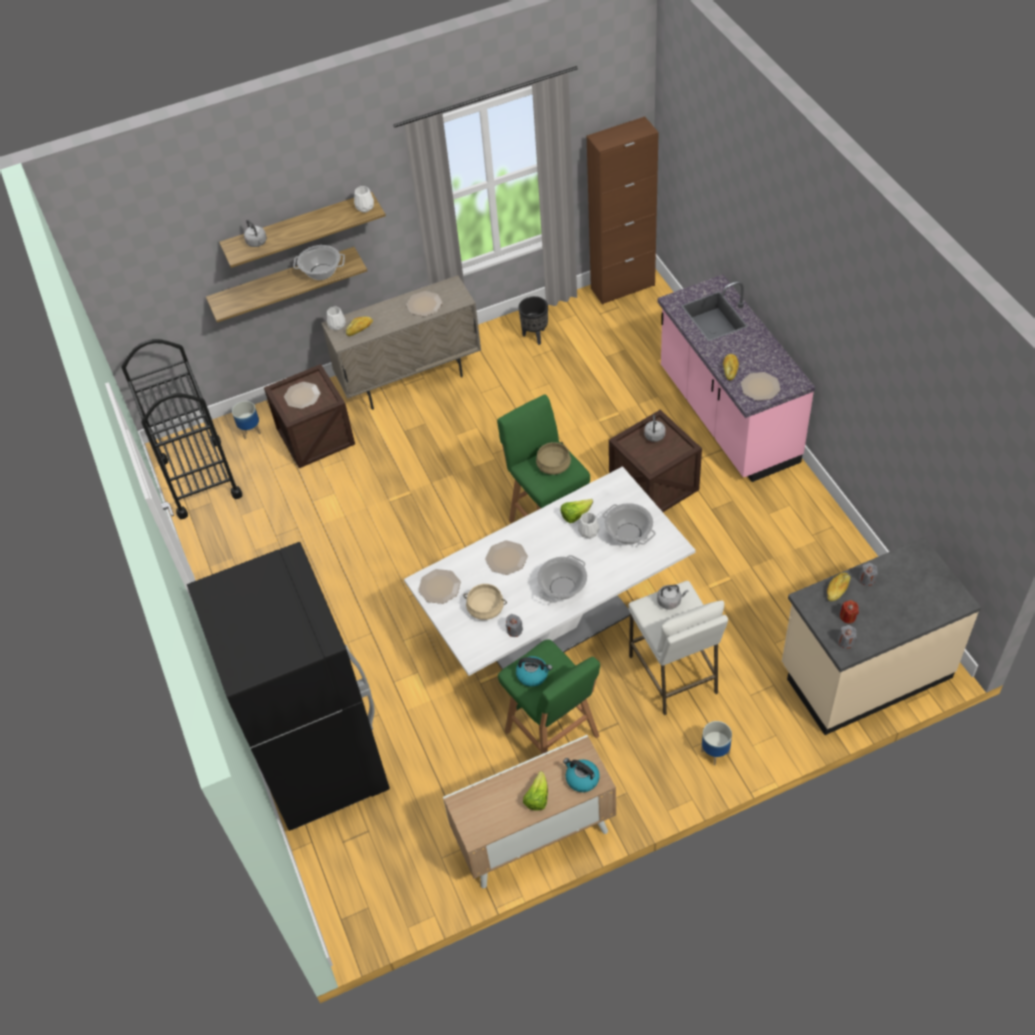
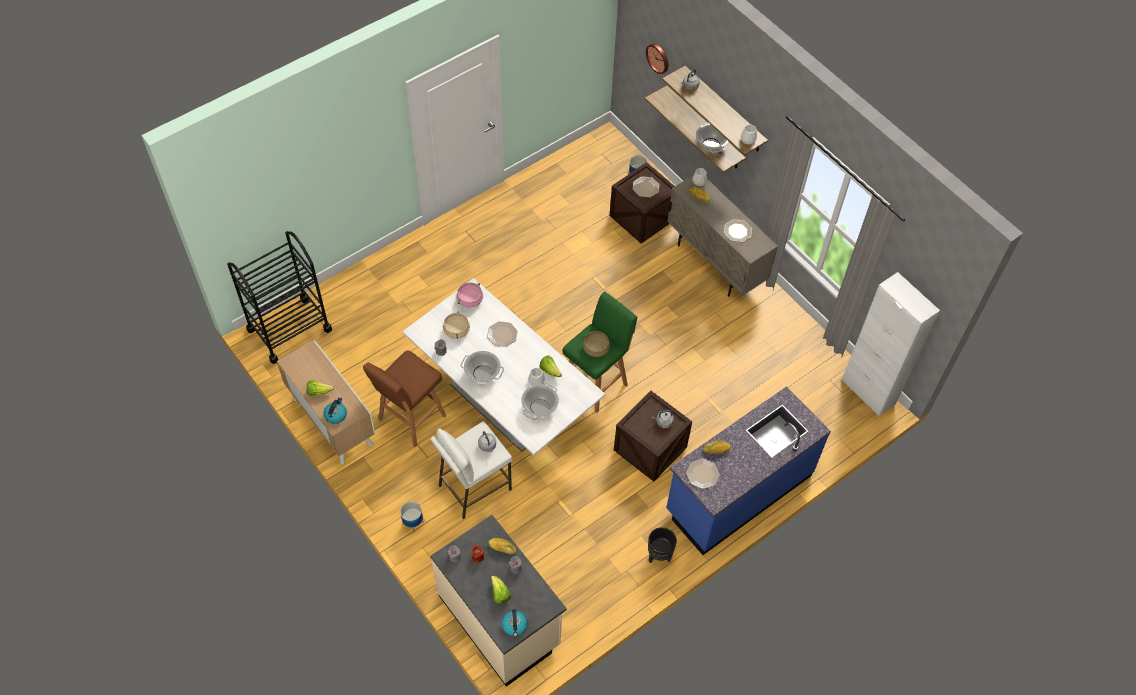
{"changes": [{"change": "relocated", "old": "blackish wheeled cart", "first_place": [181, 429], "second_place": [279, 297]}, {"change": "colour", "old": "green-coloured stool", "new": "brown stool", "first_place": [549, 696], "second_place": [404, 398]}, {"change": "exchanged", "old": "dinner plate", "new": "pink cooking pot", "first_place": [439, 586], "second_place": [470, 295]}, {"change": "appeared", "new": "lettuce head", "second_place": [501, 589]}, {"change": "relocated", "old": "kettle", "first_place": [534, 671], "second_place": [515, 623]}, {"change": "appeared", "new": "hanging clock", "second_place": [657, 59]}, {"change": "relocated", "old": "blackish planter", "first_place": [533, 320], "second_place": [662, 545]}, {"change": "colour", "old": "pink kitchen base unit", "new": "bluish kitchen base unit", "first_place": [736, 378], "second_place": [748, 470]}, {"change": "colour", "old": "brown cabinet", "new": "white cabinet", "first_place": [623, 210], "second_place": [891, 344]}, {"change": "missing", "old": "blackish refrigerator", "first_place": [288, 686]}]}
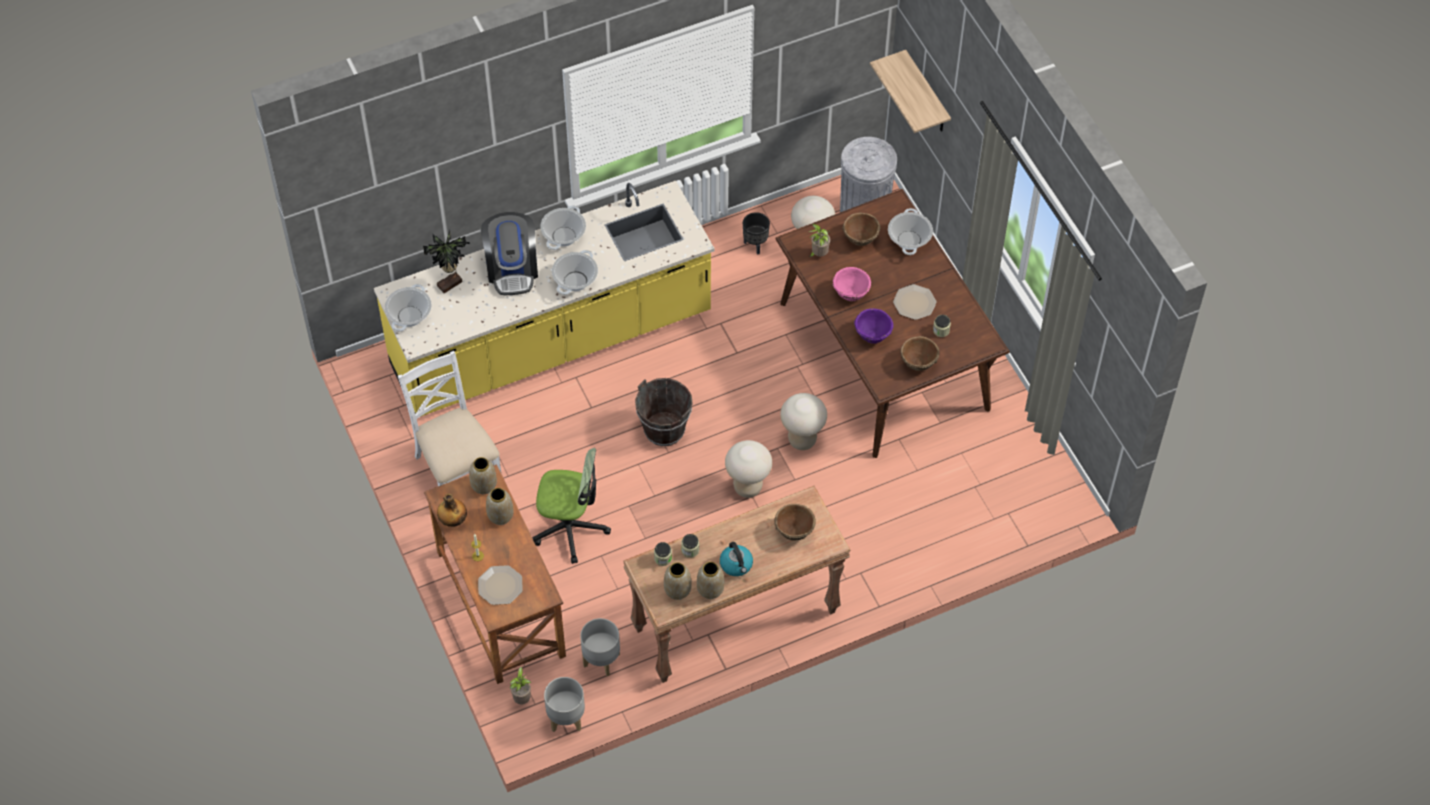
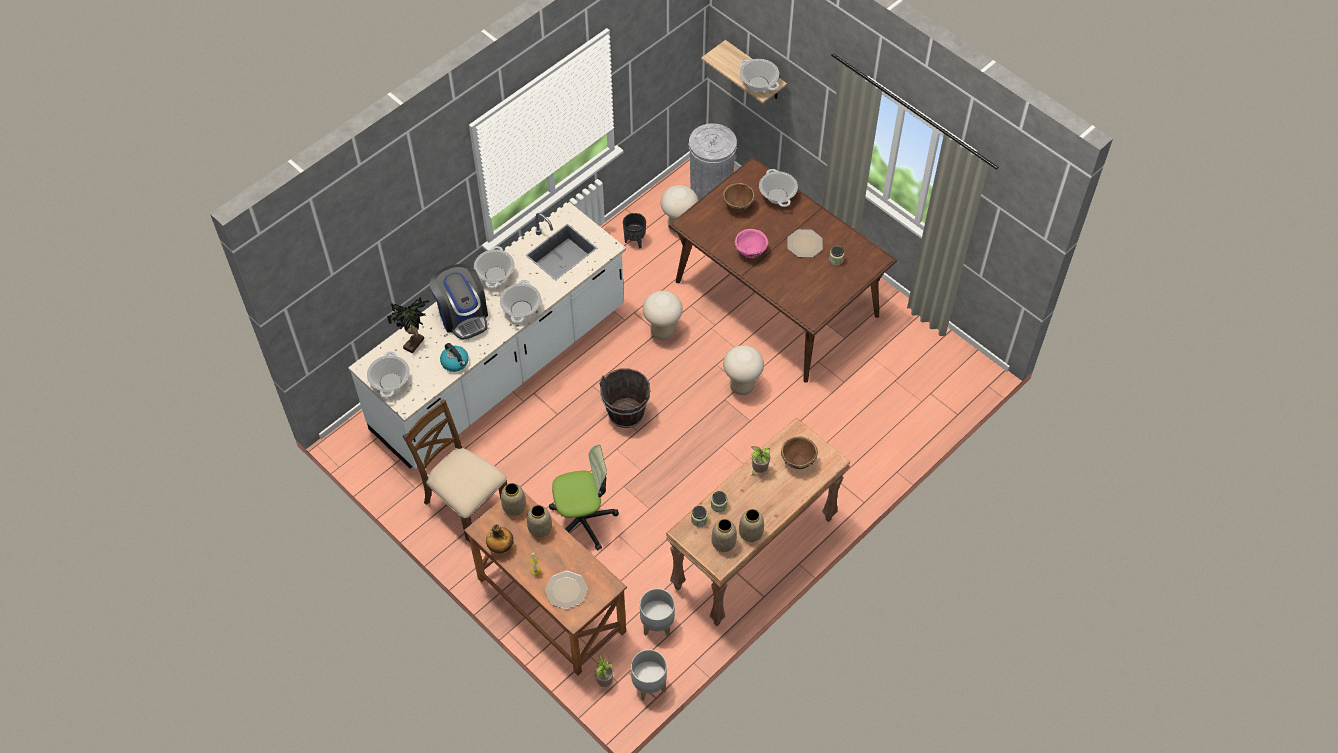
{"changes": [{"change": "colour", "old": "yellow kitchen base unit", "new": "white kitchen base unit", "first_place": [544, 298], "second_place": [487, 335]}, {"change": "colour", "old": "white chair", "new": "brown chair", "first_place": [449, 418], "second_place": [455, 471]}, {"change": "relocated", "old": "kettle", "first_place": [736, 559], "second_place": [454, 357]}, {"change": "relocated", "old": "beige-coloured stool", "first_place": [748, 469], "second_place": [663, 315]}, {"change": "appeared", "new": "cooking pot", "second_place": [759, 75]}, {"change": "relocated", "old": "plant in a pot", "first_place": [819, 240], "second_place": [760, 461]}, {"change": "missing", "old": "purplish deep dish", "first_place": [873, 326]}, {"change": "missing", "old": "brown deep dish", "first_place": [919, 353]}]}
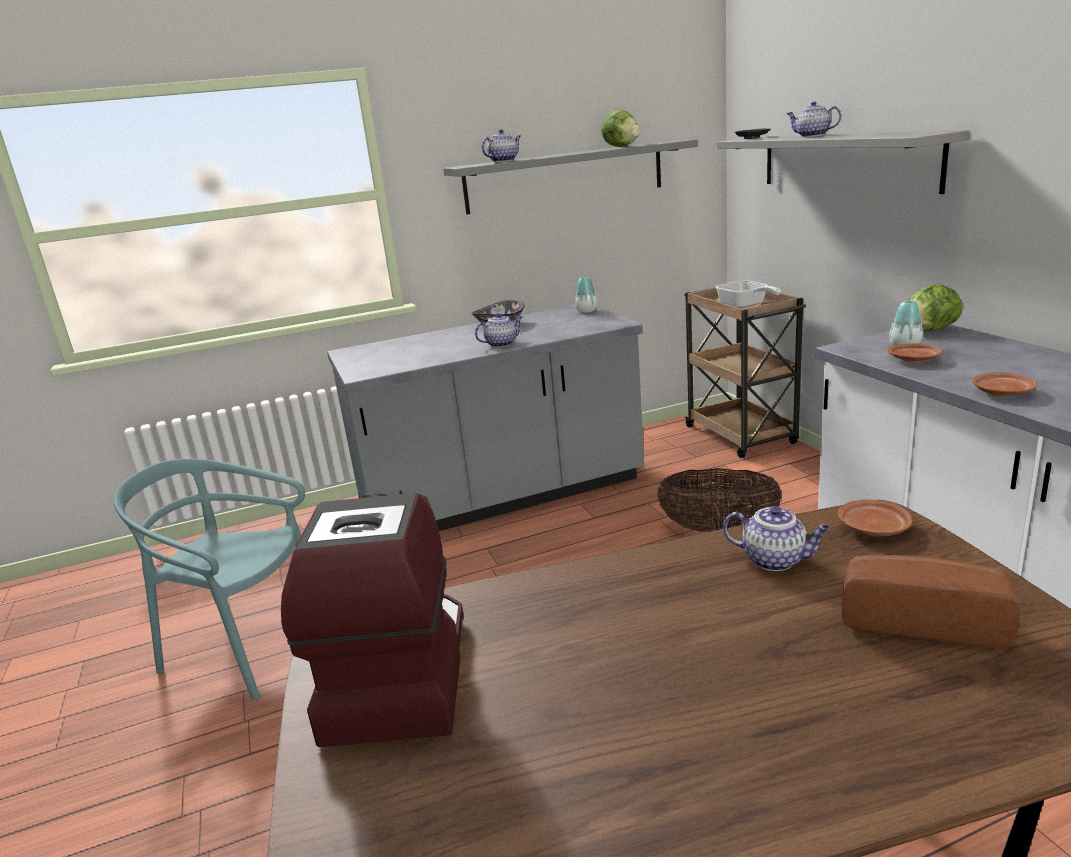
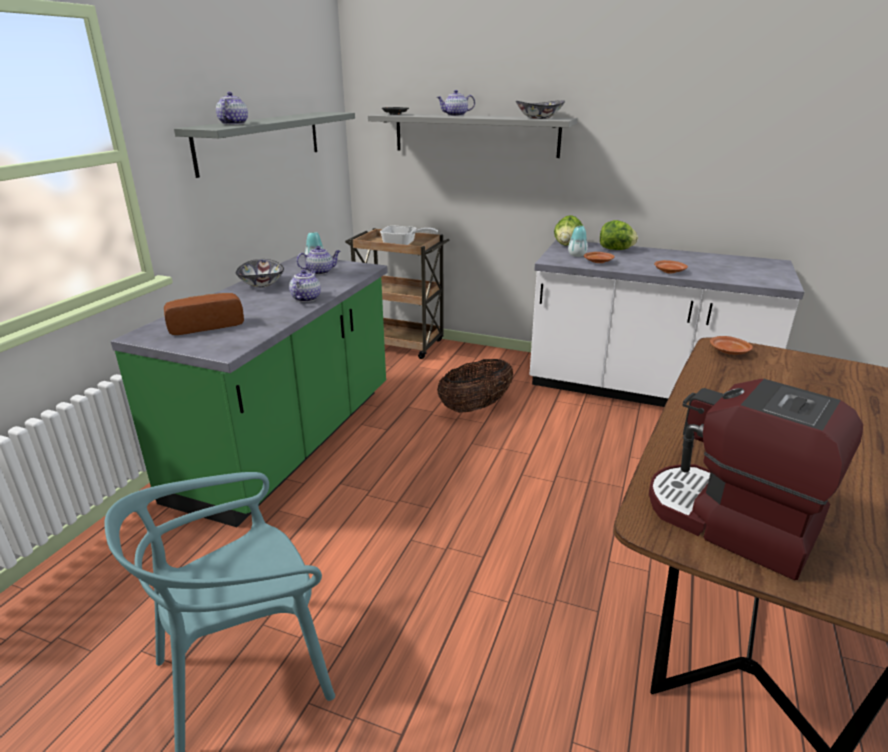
{"changes": [{"change": "colour", "old": "gray kitchen base unit", "new": "green-coloured kitchen base unit", "first_place": [485, 418], "second_place": [249, 391]}, {"change": "relocated", "old": "baked bread", "first_place": [931, 601], "second_place": [204, 314]}, {"change": "relocated", "old": "tea pot", "first_place": [776, 538], "second_place": [318, 260]}, {"change": "appeared", "new": "deep dish", "second_place": [540, 109]}, {"change": "relocated", "old": "lettuce head", "first_place": [620, 128], "second_place": [619, 235]}]}
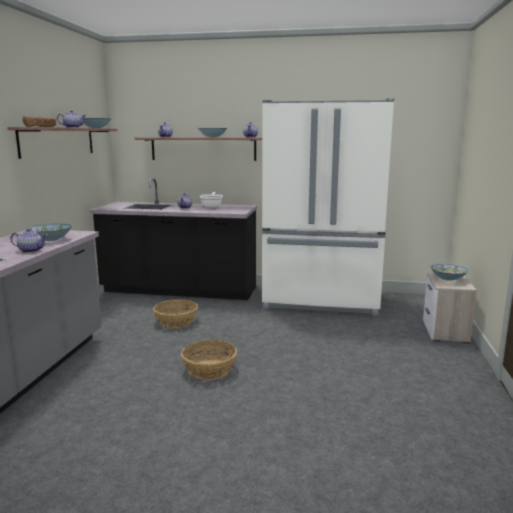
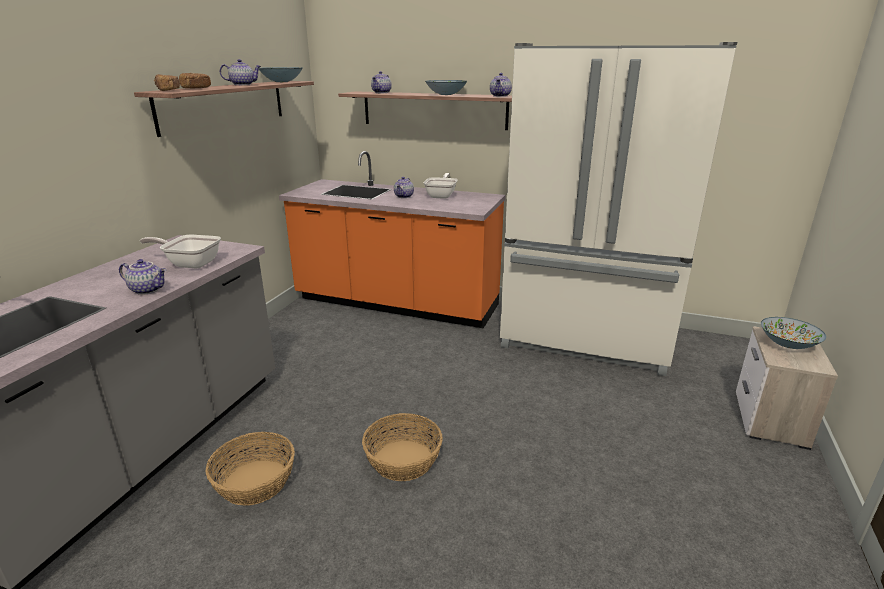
{"changes": [{"change": "exchanged", "old": "deep dish", "new": "pan", "first_place": [49, 232], "second_place": [180, 252]}, {"change": "relocated", "old": "basket", "first_place": [175, 313], "second_place": [250, 469]}, {"change": "colour", "old": "blackish kitchen base unit", "new": "orangey kitchen base unit", "first_place": [173, 239], "second_place": [392, 239]}]}
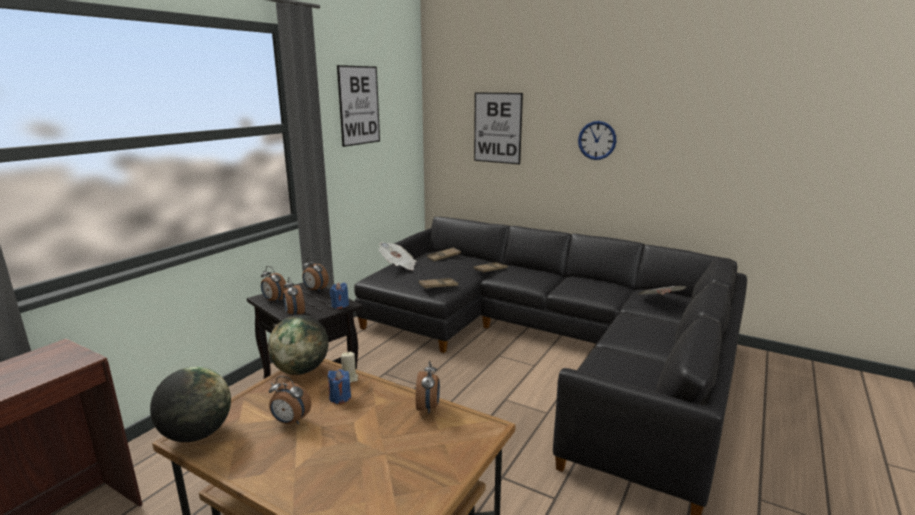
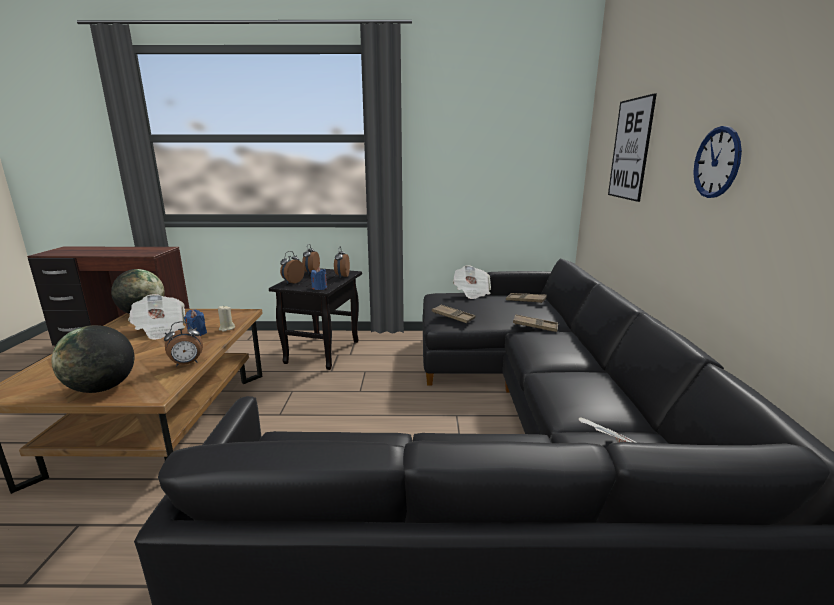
{"changes": [{"change": "relocated", "old": "desk globe", "first_place": [298, 345], "second_place": [92, 359]}, {"change": "exchanged", "old": "alarm clock", "new": "printed paper", "first_place": [290, 400], "second_place": [156, 317]}, {"change": "missing", "old": "wall picture", "first_place": [358, 106]}]}
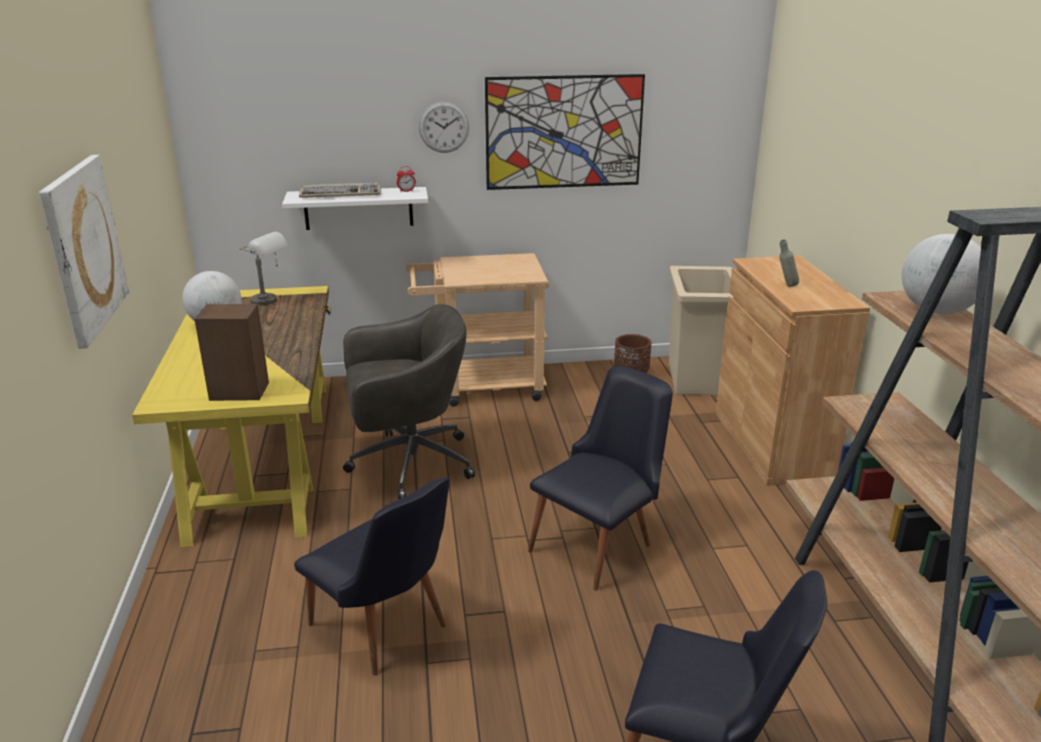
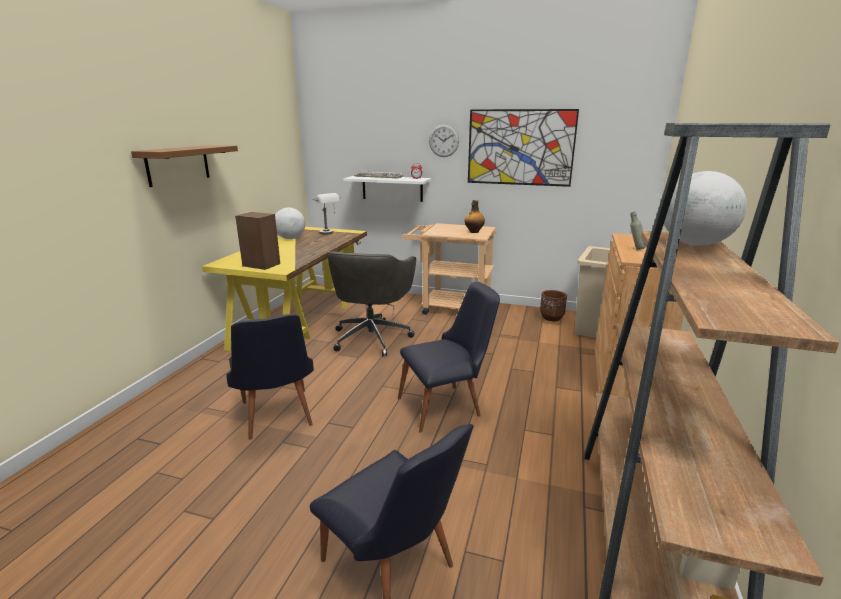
{"changes": [{"change": "exchanged", "old": "wall picture", "new": "brown bracket shelf", "first_place": [84, 252], "second_place": [184, 166]}, {"change": "spun", "old": "gray computer chair", "first_place": [409, 402], "second_place": [371, 303], "degrees": 90}, {"change": "appeared", "new": "drink bottle", "second_place": [475, 216]}]}
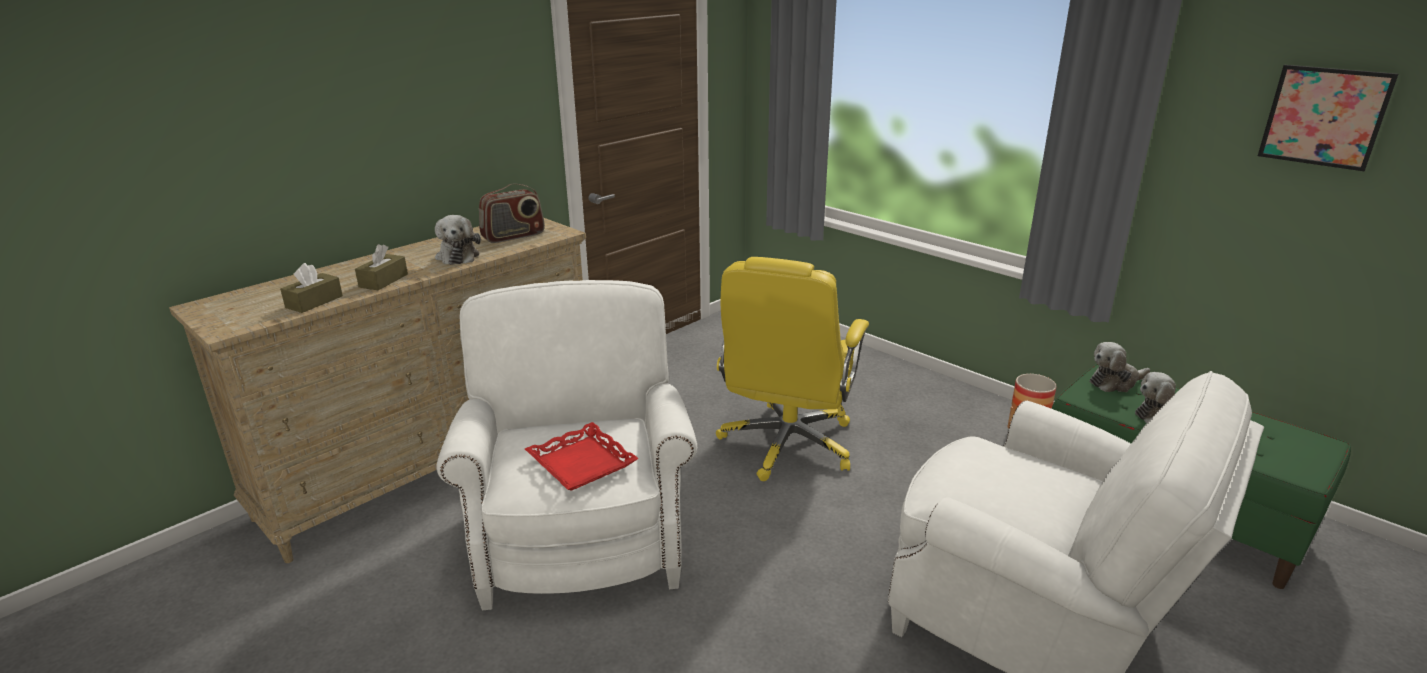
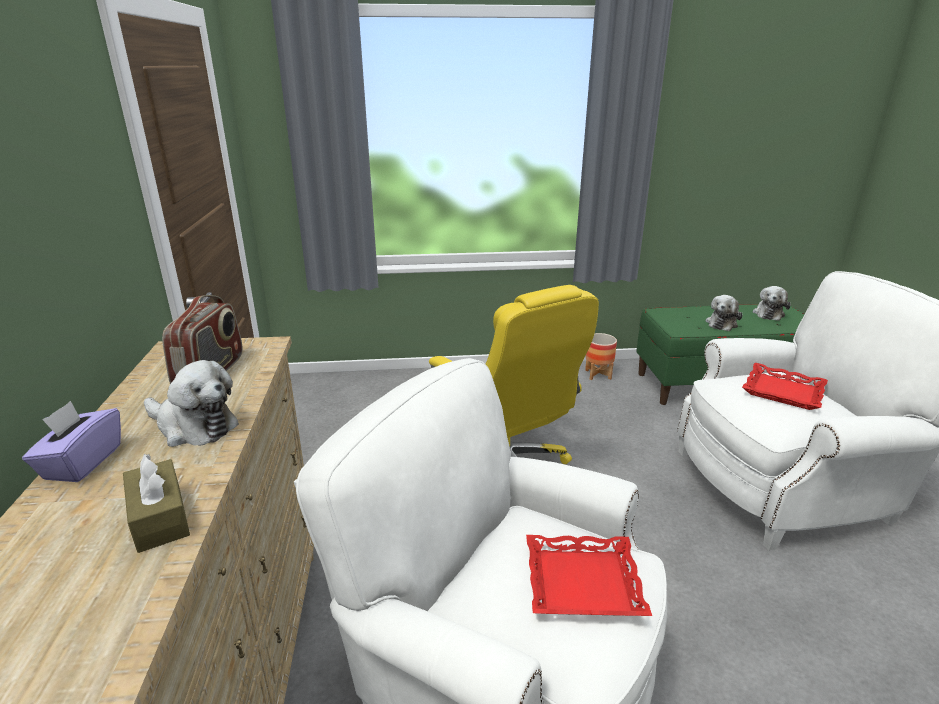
{"changes": [{"change": "appeared", "new": "purplish box of tissues", "second_place": [71, 441]}, {"change": "appeared", "new": "red-coloured tray", "second_place": [785, 386]}, {"change": "relocated", "old": "cuddly toy", "first_place": [1120, 367], "second_place": [772, 303]}, {"change": "missing", "old": "brown box of tissues", "first_place": [311, 288]}, {"change": "missing", "old": "wall picture", "first_place": [1328, 118]}]}
